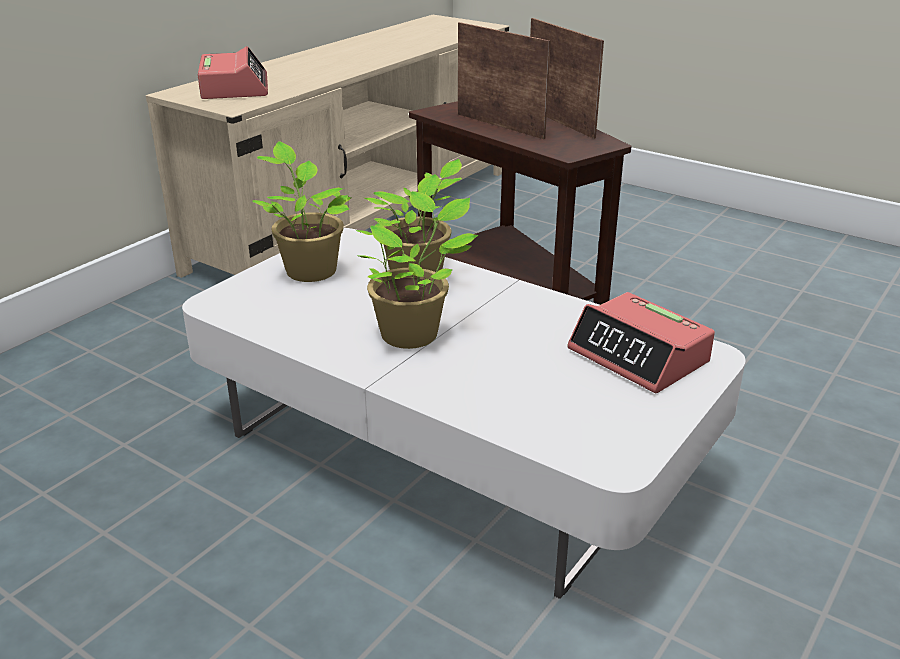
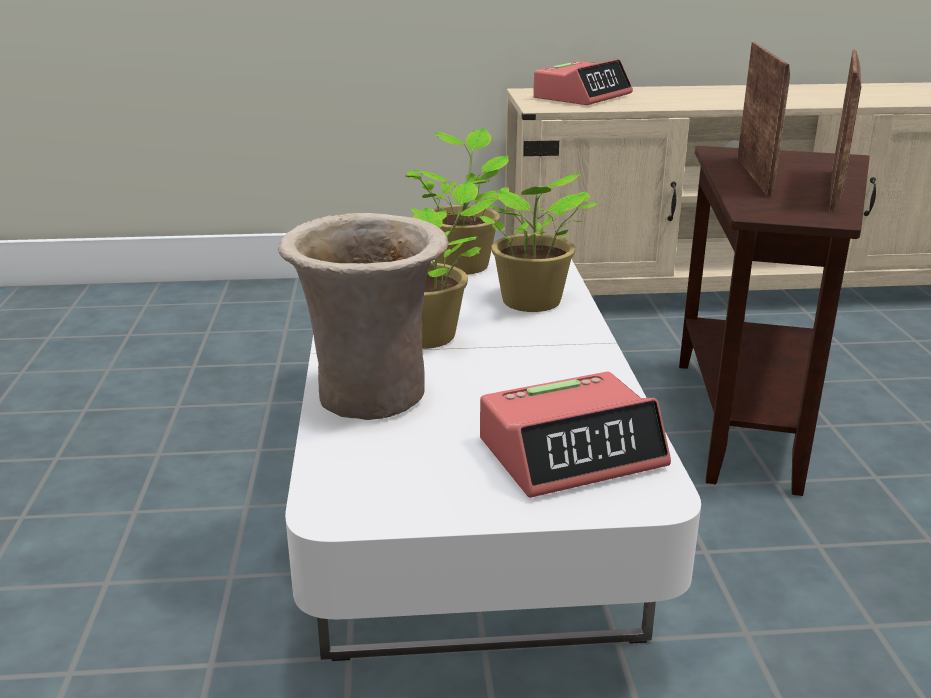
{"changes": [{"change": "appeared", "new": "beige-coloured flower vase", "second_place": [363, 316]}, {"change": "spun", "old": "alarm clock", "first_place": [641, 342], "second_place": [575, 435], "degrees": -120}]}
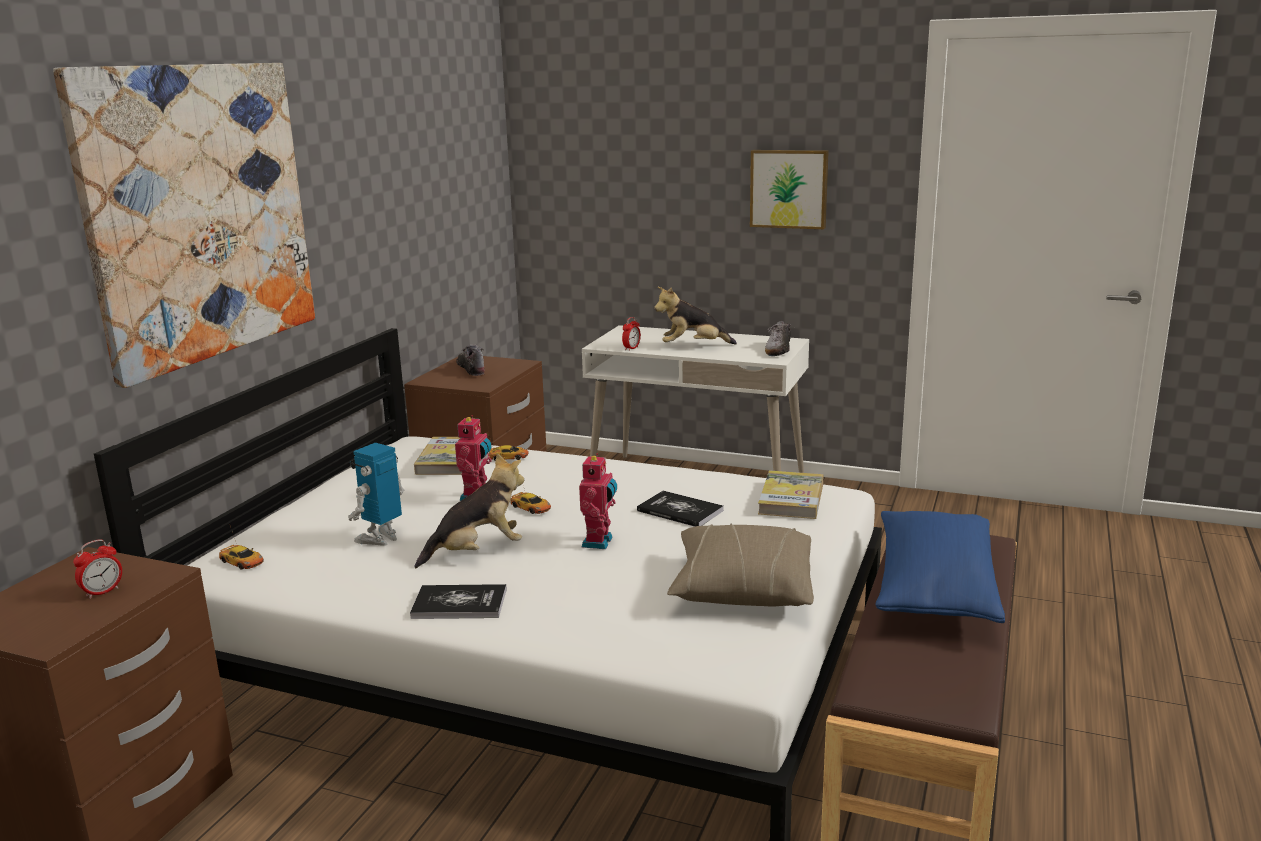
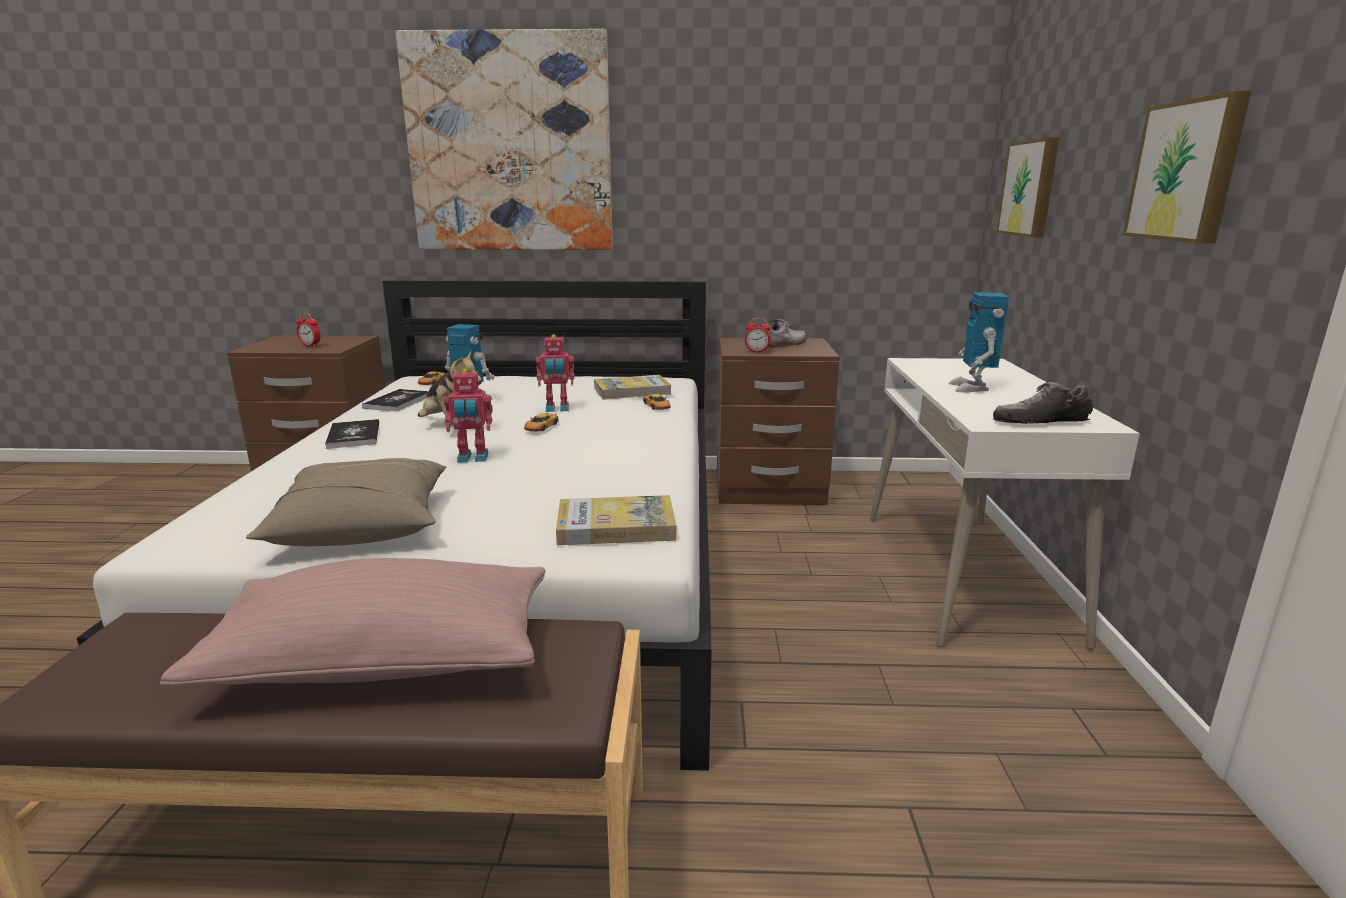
{"changes": [{"change": "colour", "old": "bluish throw pillow", "new": "pink throw pillow", "first_place": [940, 567], "second_place": [352, 622]}, {"change": "relocated", "old": "bound book", "first_place": [680, 509], "second_place": [395, 400]}, {"change": "relocated", "old": "alarm clock", "first_place": [631, 334], "second_place": [758, 335]}, {"change": "exchanged", "old": "cuddly toy", "new": "robot figure", "first_place": [695, 315], "second_place": [978, 342]}, {"change": "appeared", "new": "wall picture", "second_place": [1028, 187]}]}
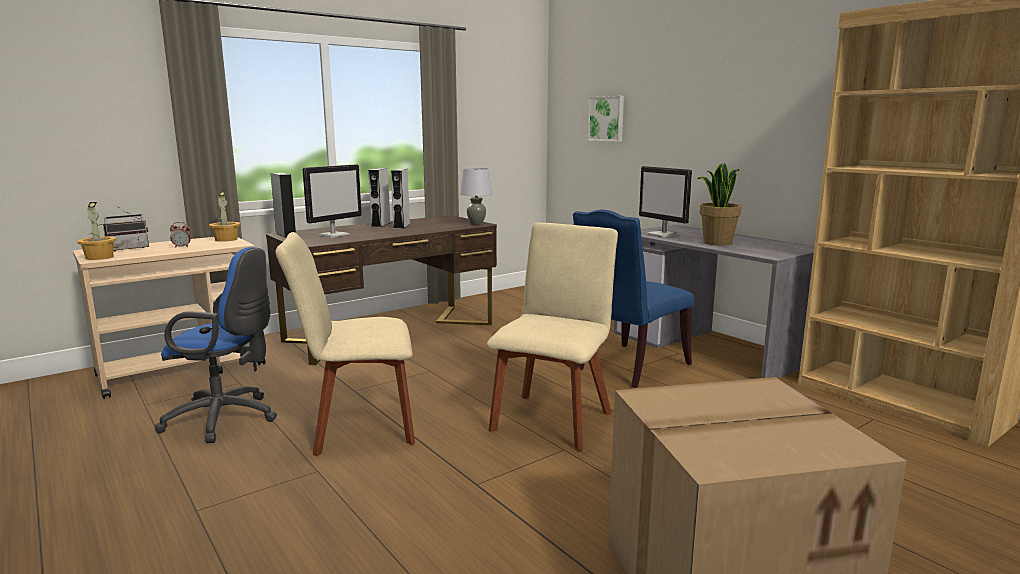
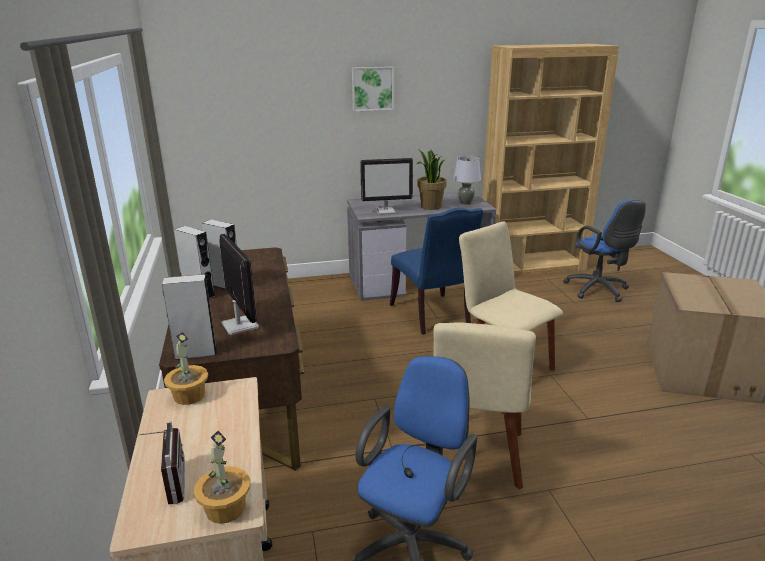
{"changes": [{"change": "relocated", "old": "wall picture", "first_place": [606, 119], "second_place": [373, 89]}, {"change": "relocated", "old": "gray table lamp", "first_place": [476, 196], "second_place": [467, 180]}, {"change": "appeared", "new": "bluish computer chair", "second_place": [604, 250]}, {"change": "missing", "old": "alarm clock", "first_place": [180, 235]}]}
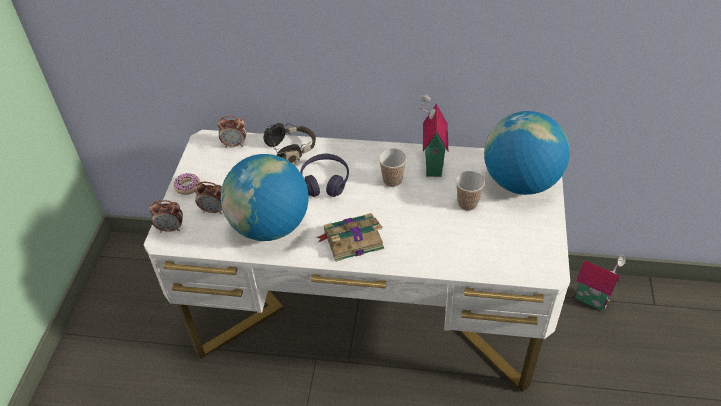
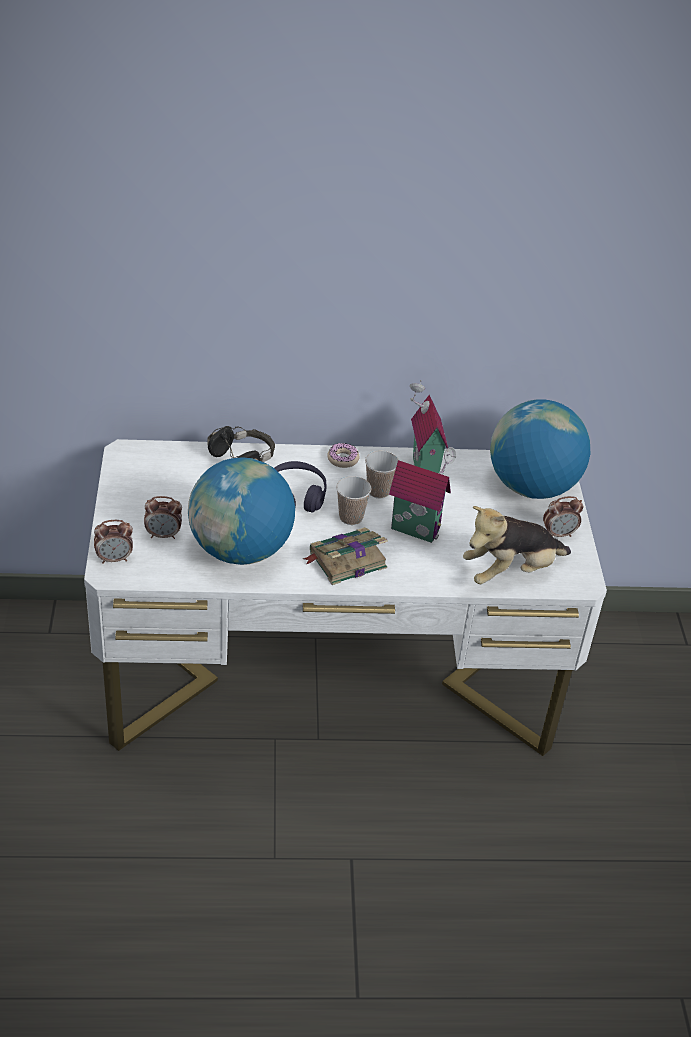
{"changes": [{"change": "relocated", "old": "ring doughnut", "first_place": [187, 184], "second_place": [343, 455]}, {"change": "relocated", "old": "drinking cup", "first_place": [470, 191], "second_place": [354, 500]}, {"change": "relocated", "old": "miniature house", "first_place": [600, 283], "second_place": [422, 495]}, {"change": "appeared", "new": "cuddly toy", "second_place": [517, 545]}, {"change": "relocated", "old": "alarm clock", "first_place": [231, 131], "second_place": [563, 516]}]}
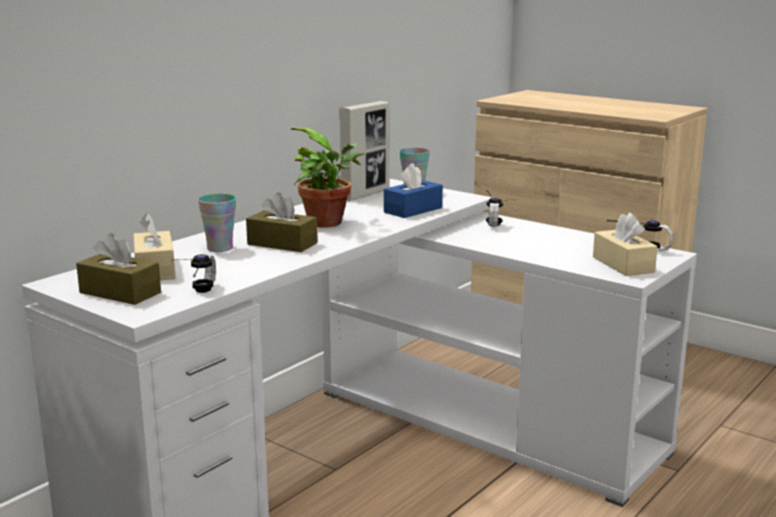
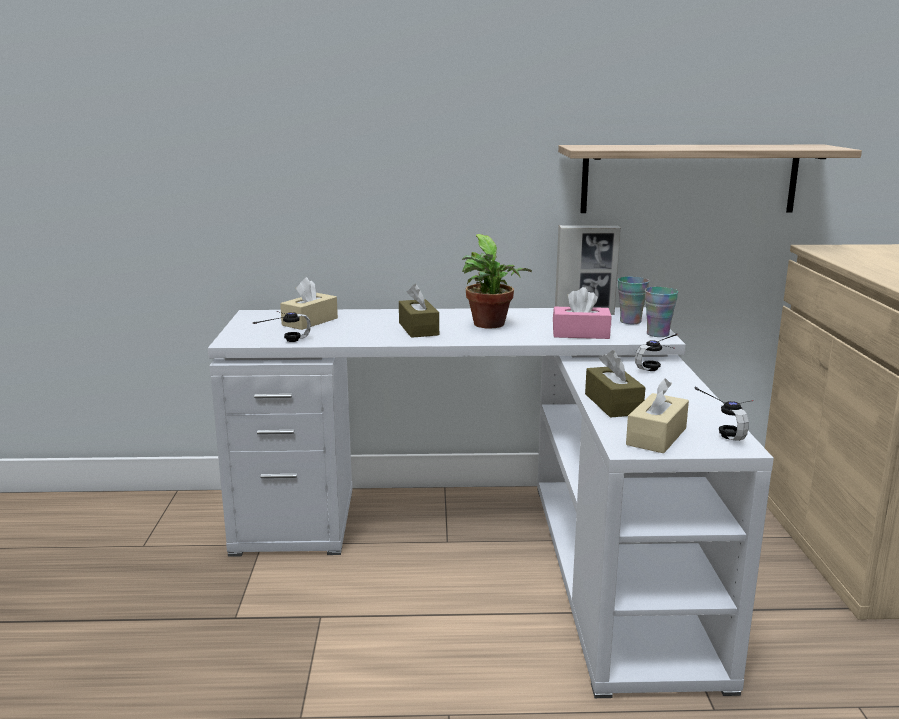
{"changes": [{"change": "colour", "old": "bluish box of tissues", "new": "pink box of tissues", "first_place": [413, 190], "second_place": [582, 313]}, {"change": "appeared", "new": "bracket shelf", "second_place": [710, 179]}, {"change": "relocated", "old": "brown box of tissues", "first_place": [118, 269], "second_place": [615, 384]}, {"change": "relocated", "old": "drinking cup", "first_place": [217, 223], "second_place": [661, 312]}]}
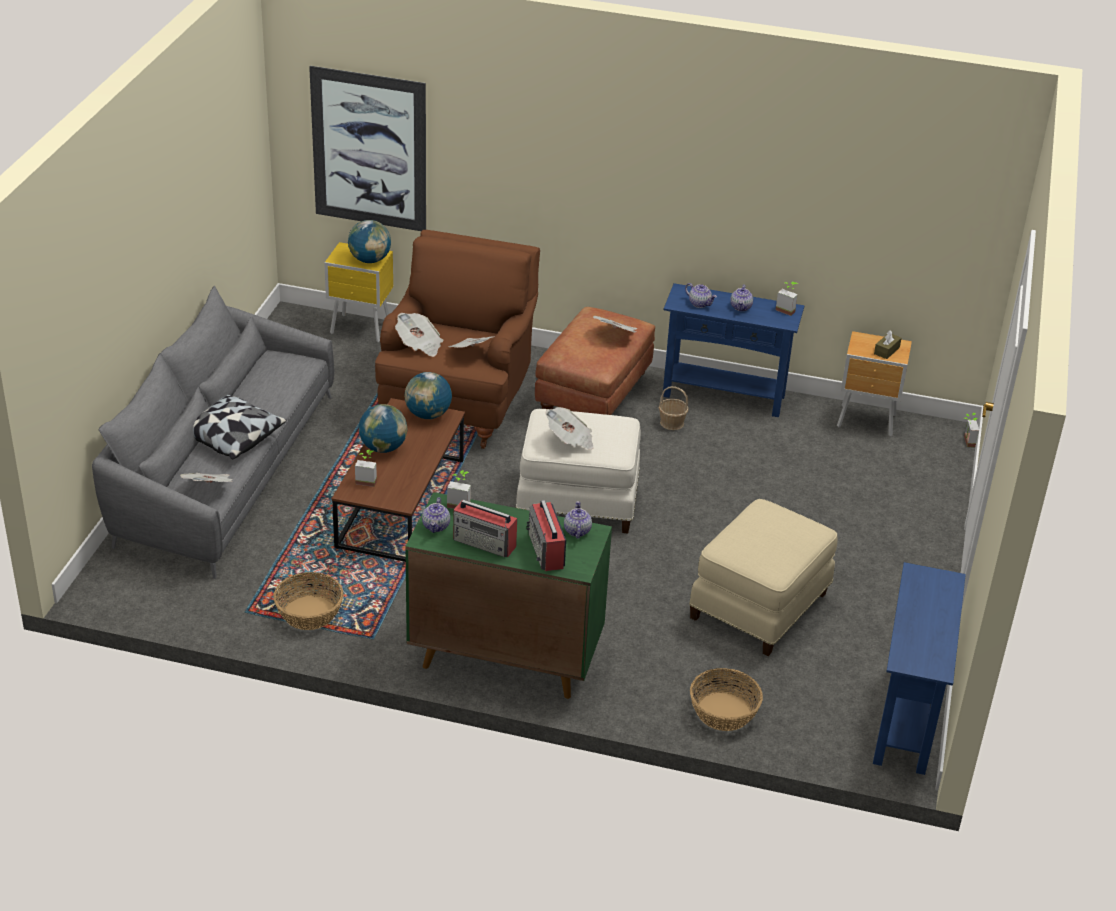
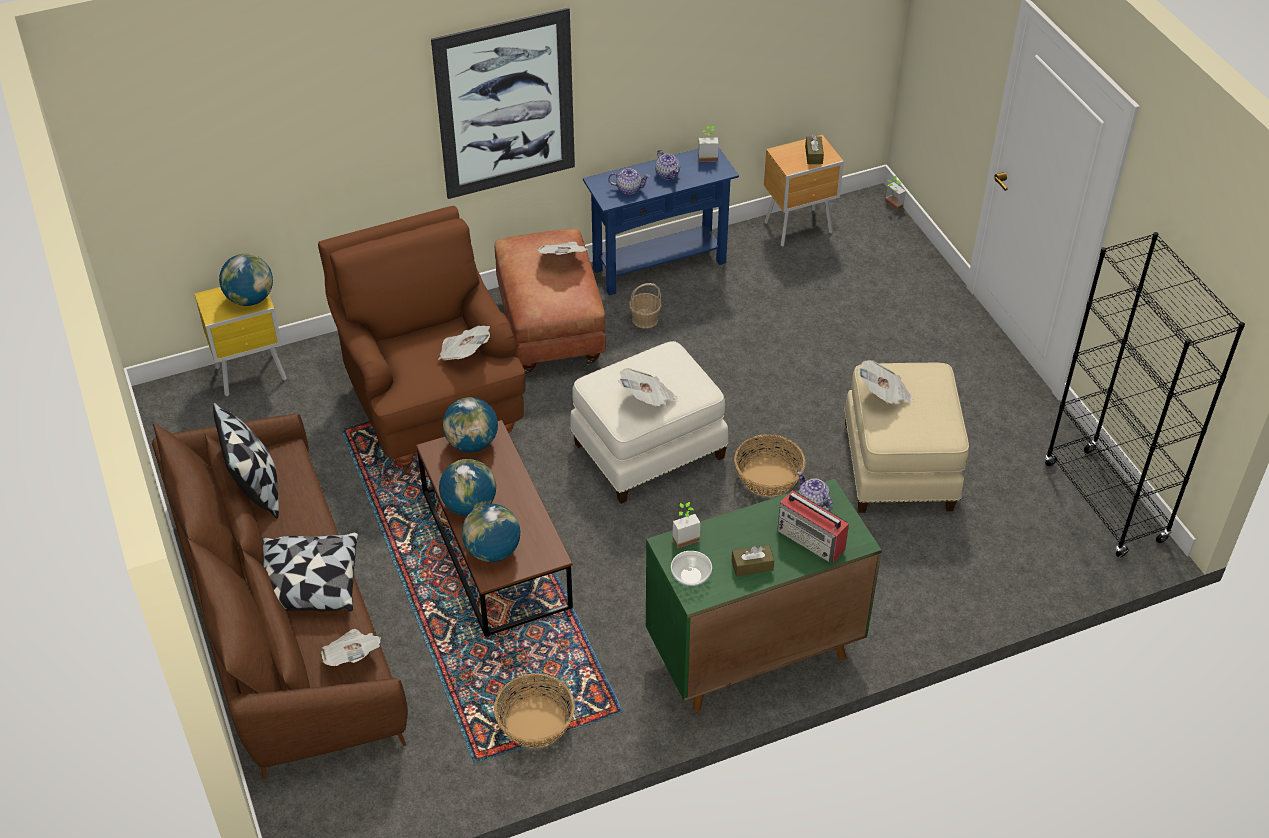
{"changes": [{"change": "colour", "old": "gray couch", "new": "brown couch", "first_place": [213, 432], "second_place": [280, 597]}, {"change": "appeared", "new": "throw pillow", "second_place": [246, 460]}, {"change": "relocated", "old": "wall picture", "first_place": [367, 148], "second_place": [503, 103]}, {"change": "exchanged", "old": "plant in a pot", "new": "desk globe", "first_place": [366, 468], "second_place": [491, 533]}, {"change": "exchanged", "old": "tea pot", "new": "deep dish", "first_place": [436, 515], "second_place": [691, 568]}, {"change": "exchanged", "old": "radio set", "new": "brown box of tissues", "first_place": [485, 528], "second_place": [753, 560]}, {"change": "relocated", "old": "basket", "first_place": [726, 699], "second_place": [770, 465]}, {"change": "relocated", "old": "printed paper", "first_place": [419, 335], "second_place": [885, 382]}, {"change": "exchanged", "old": "bluish hall table", "new": "blackish shelving unit", "first_place": [919, 668], "second_place": [1145, 394]}]}
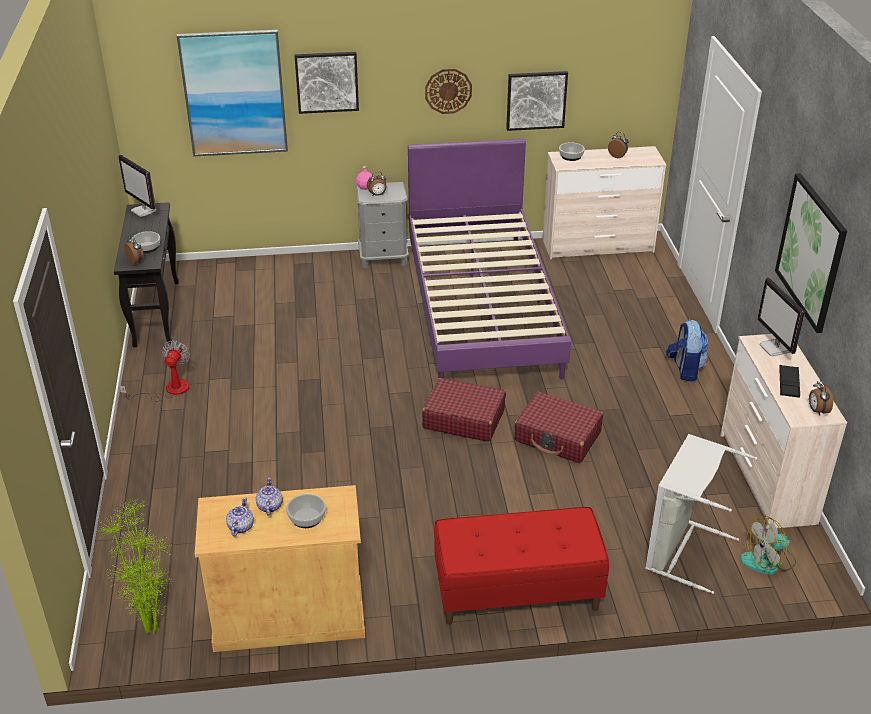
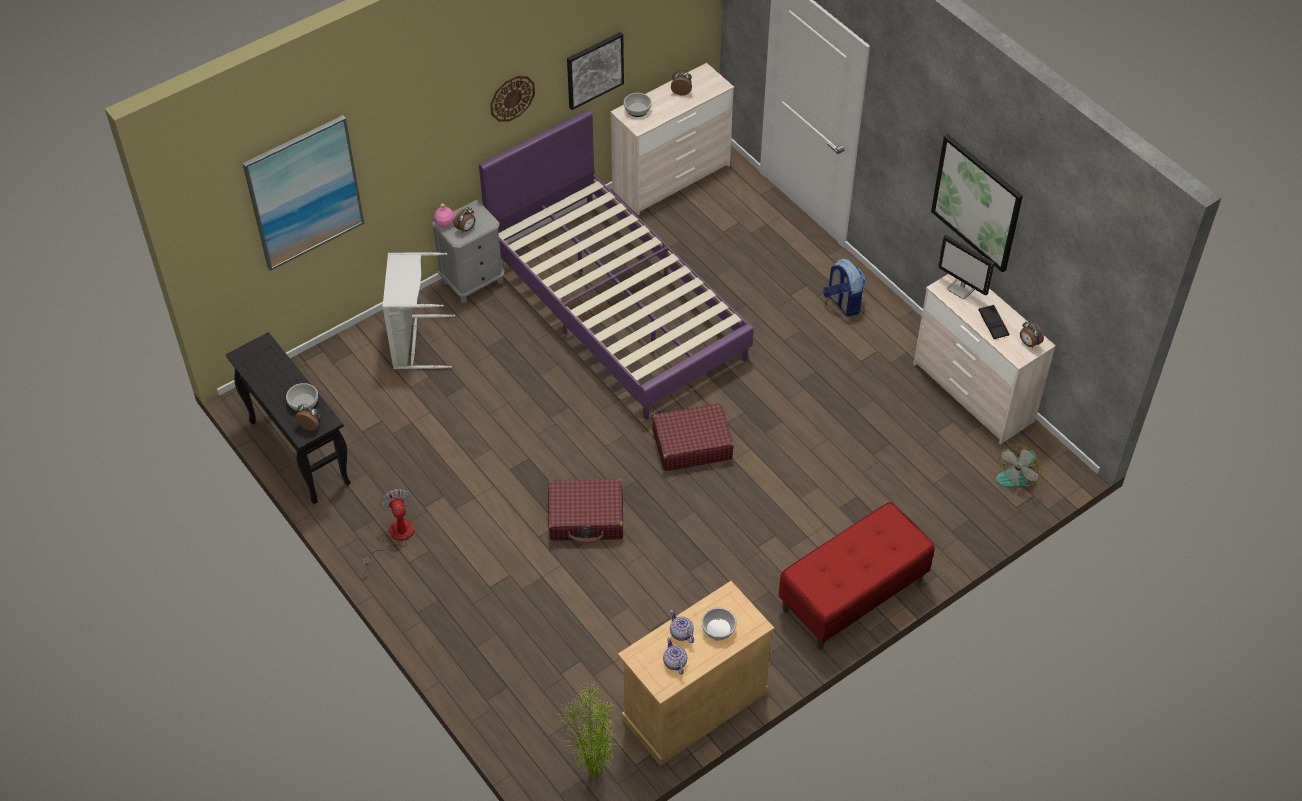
{"changes": [{"change": "relocated", "old": "gray laundry basket", "first_place": [701, 514], "second_place": [419, 310]}, {"change": "relocated", "old": "red-coloured suitcase", "first_place": [558, 427], "second_place": [585, 511]}, {"change": "missing", "old": "computer display", "first_place": [137, 186]}, {"change": "missing", "old": "wall picture", "first_place": [326, 83]}]}
